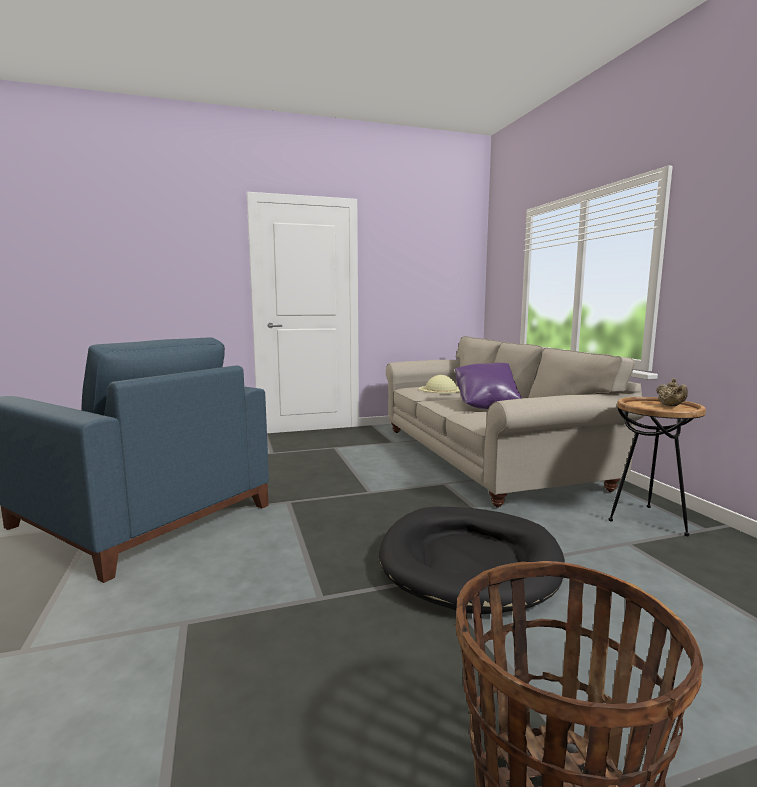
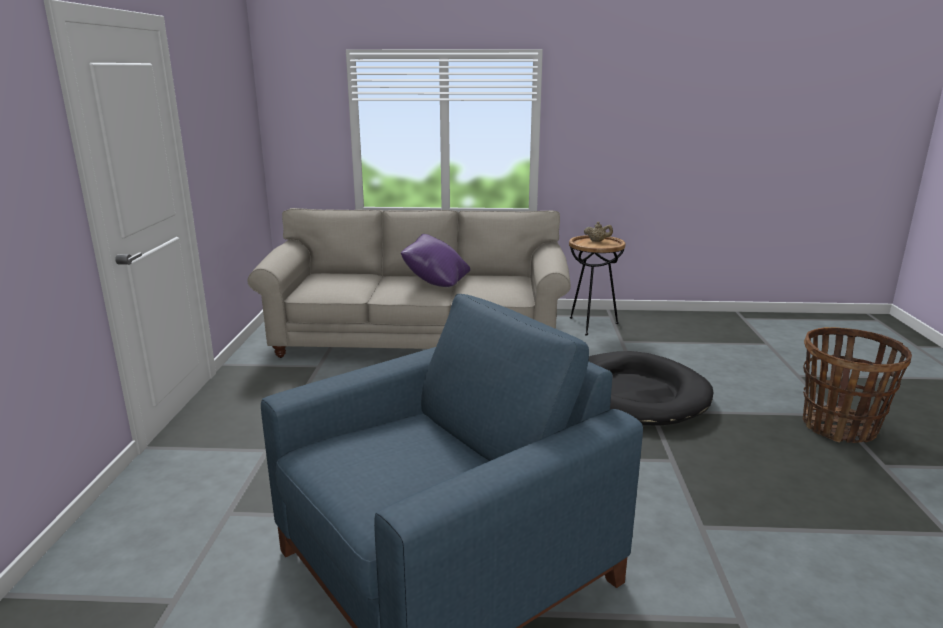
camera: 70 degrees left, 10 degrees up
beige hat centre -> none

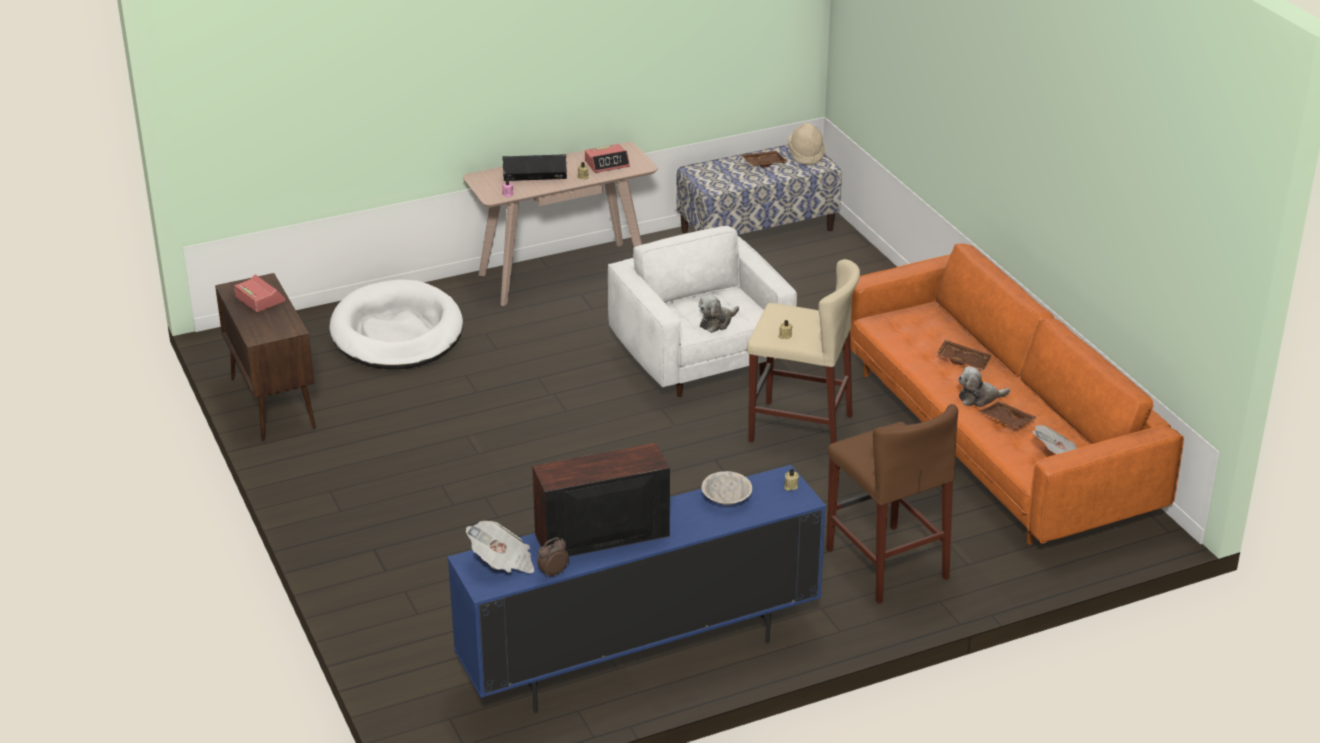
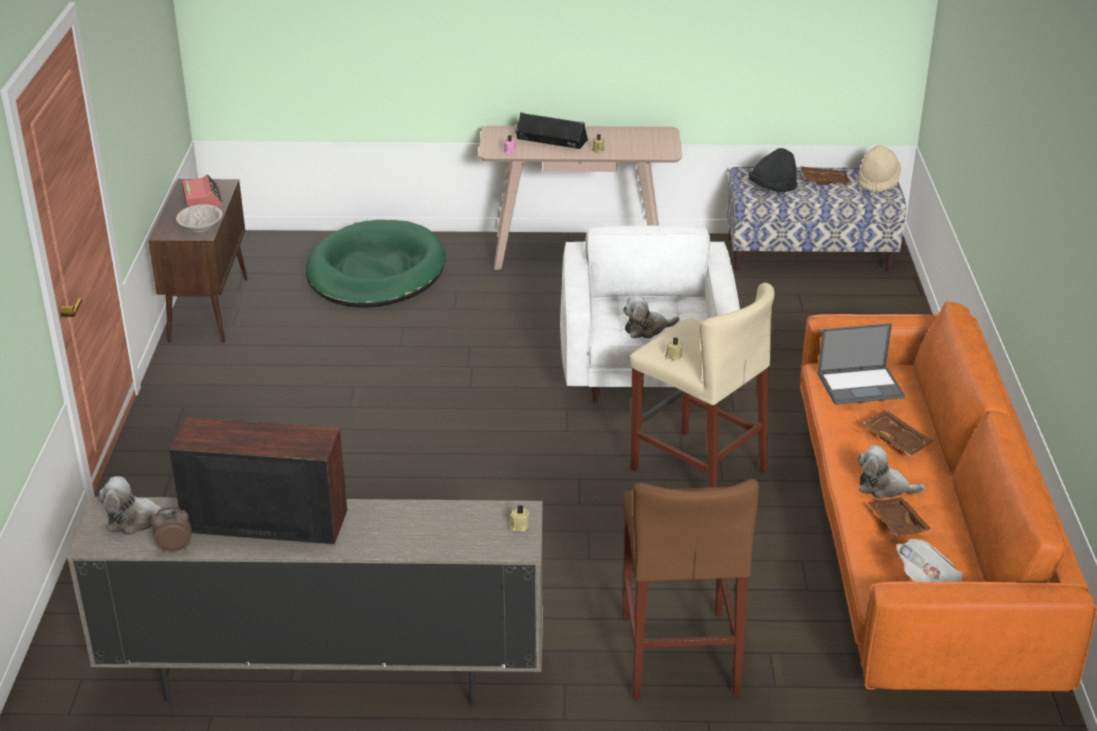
camera: 25 degrees right, 0 degrees up
white dog bed middle left -> green dog bed centre
blue tv stand bottom centre -> beige tv stand bottom left
newspaper (1st from left) bottom centre -> plush toy (1st from left) bottom left
alarm clock (3rd from left) top centre -> none
beige bowl centre -> beige bowl top left, moved
none -> black hat top right
none -> laptop middle right

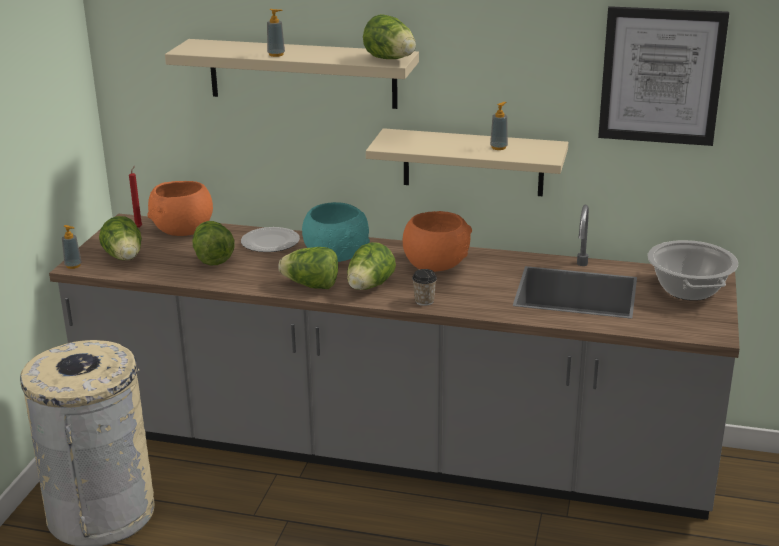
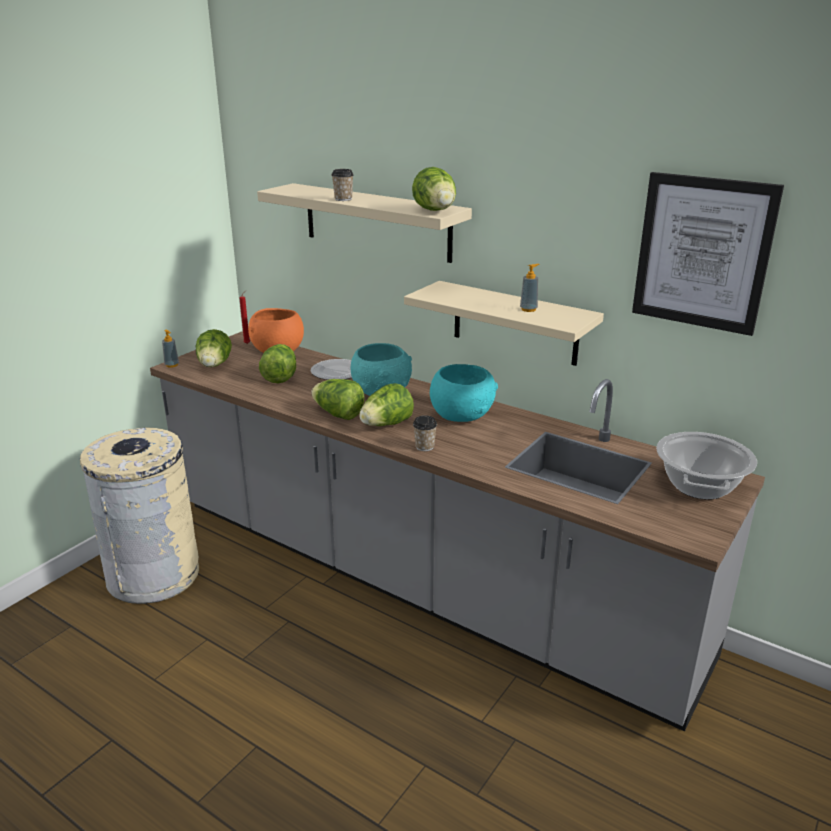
camera: 20 degrees right, 0 degrees up
soap dispenser (2nd from left) top centre -> cup (1st from left) top centre
orange bowl (2nd from left) centre -> turquoise bowl (2nd from left) centre

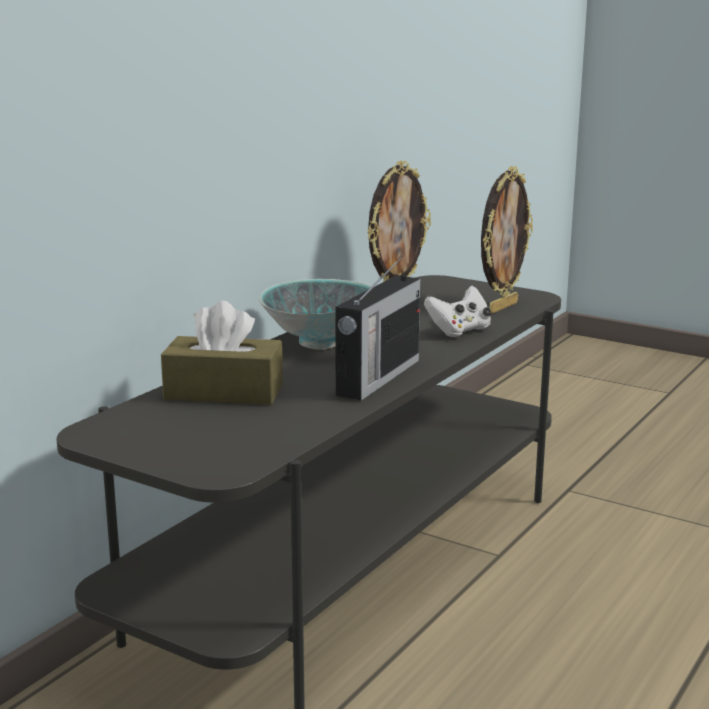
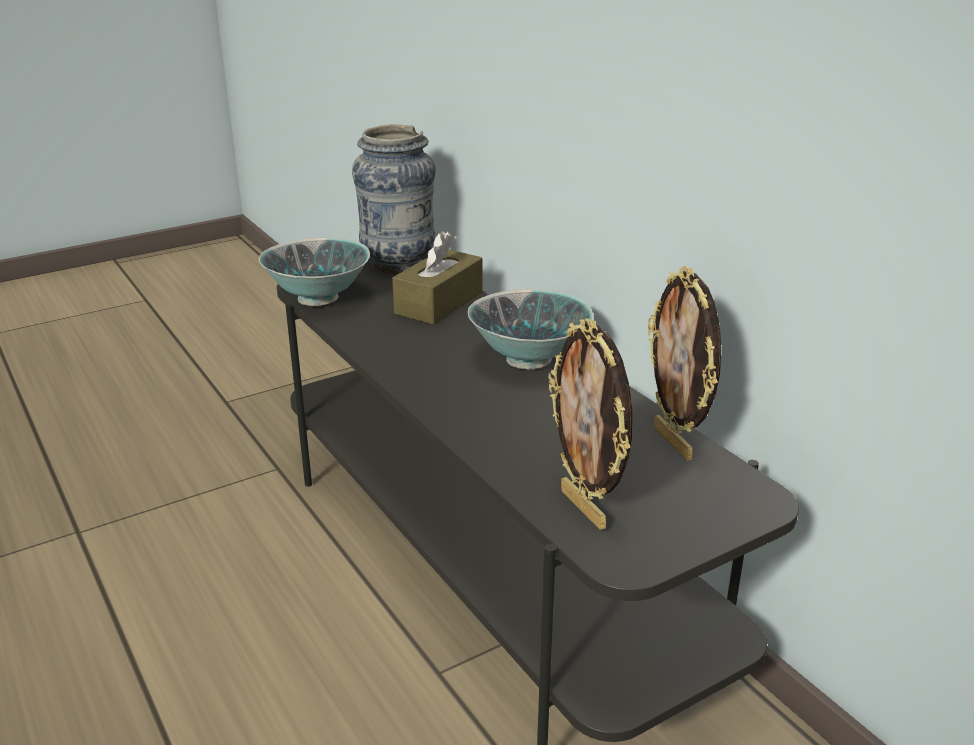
camera: 115 degrees right, 10 degrees up
radio centre -> none
white game controller centre -> none
none -> bowl (1st from left) middle left
none -> vase top centre

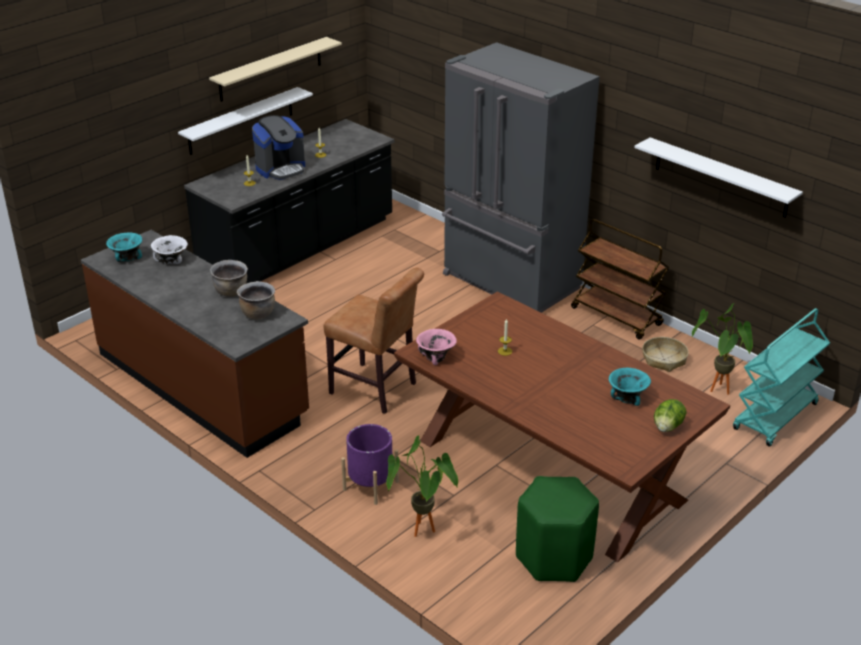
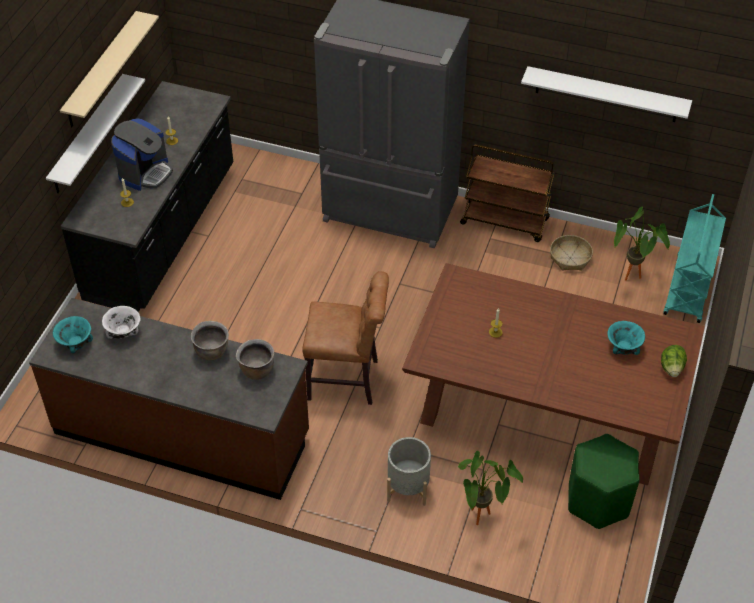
camera: 25 degrees left, 15 degrees up
purple planter bottom centre -> grey planter bottom centre
pink bowl centre -> none

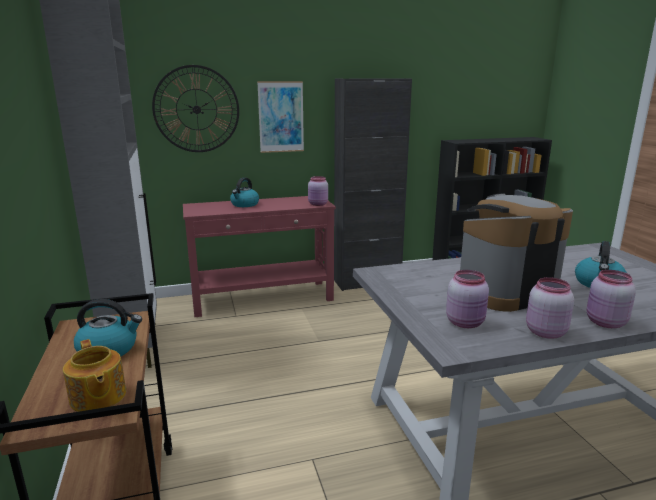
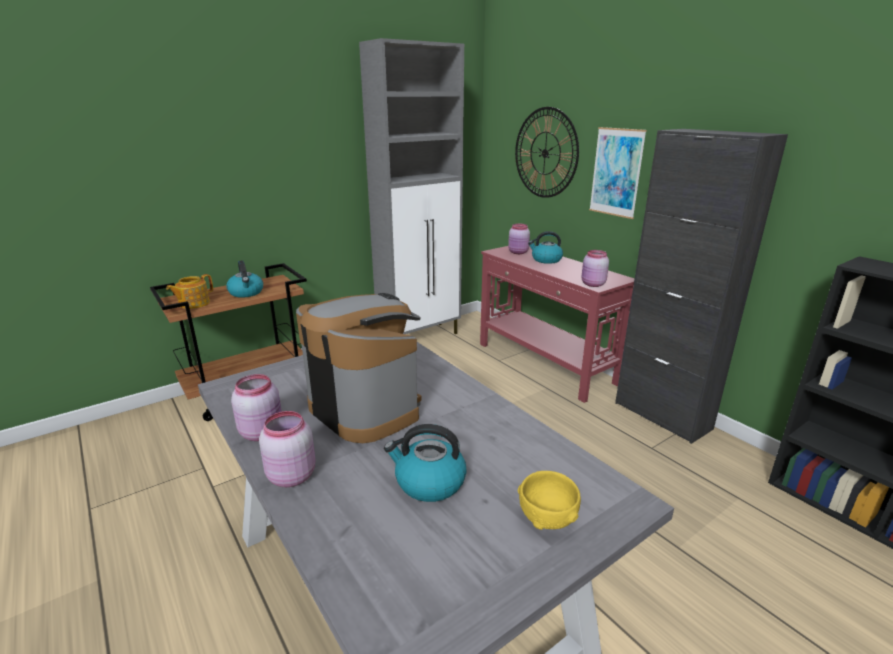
camera: 70 degrees right, 5 degrees up
pink jar (2nd from left in the first image) middle right -> pink jar (3rd from left) centre, moved
none -> yellow bowl bottom centre

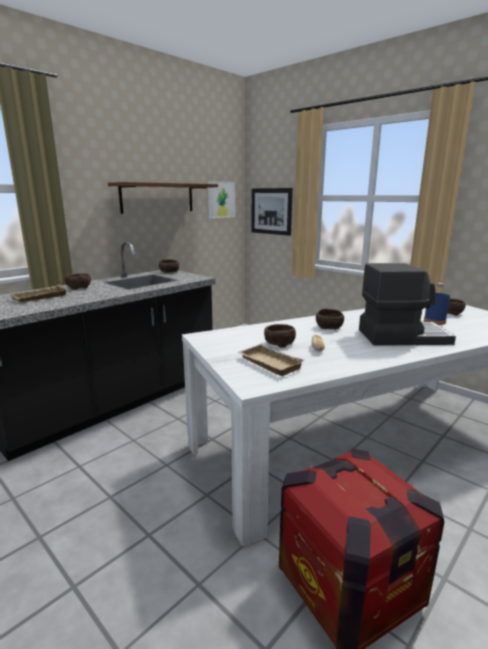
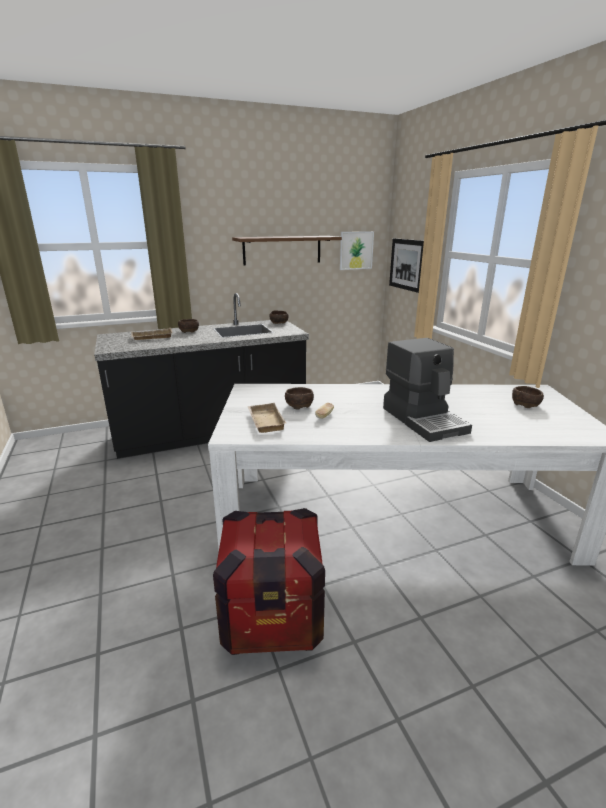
camera: 25 degrees right, 5 degrees up
brown bowl (4th from left) middle right -> none
coffee machine middle right, 45 degrees clockwise
blue bottle middle right -> none

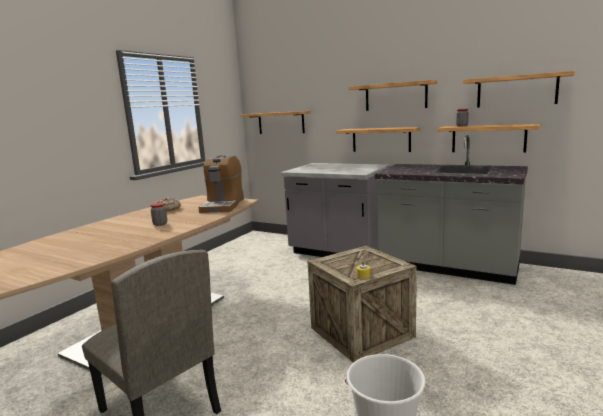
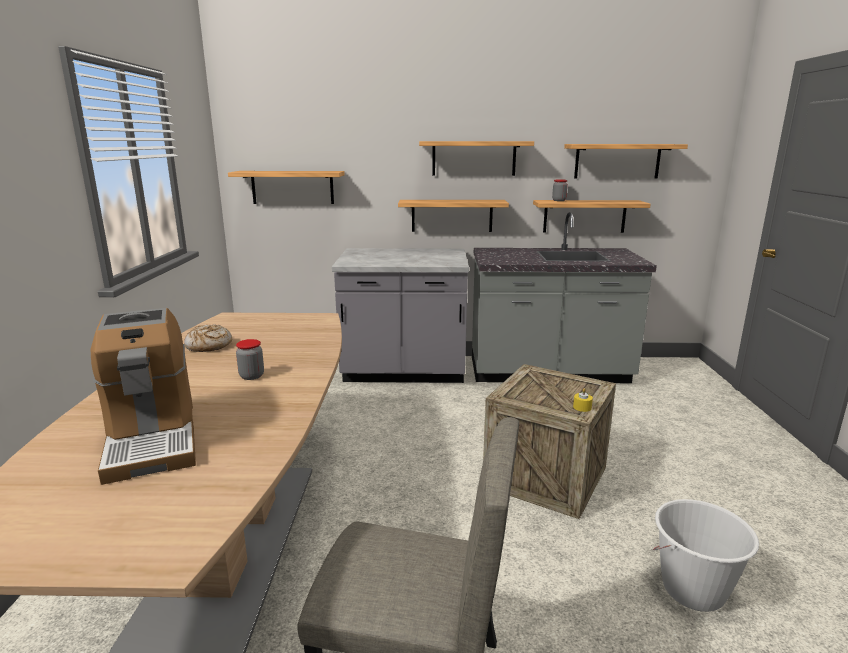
camera: 30 degrees left, 5 degrees up
coffee machine centre -> coffee machine middle left, moved

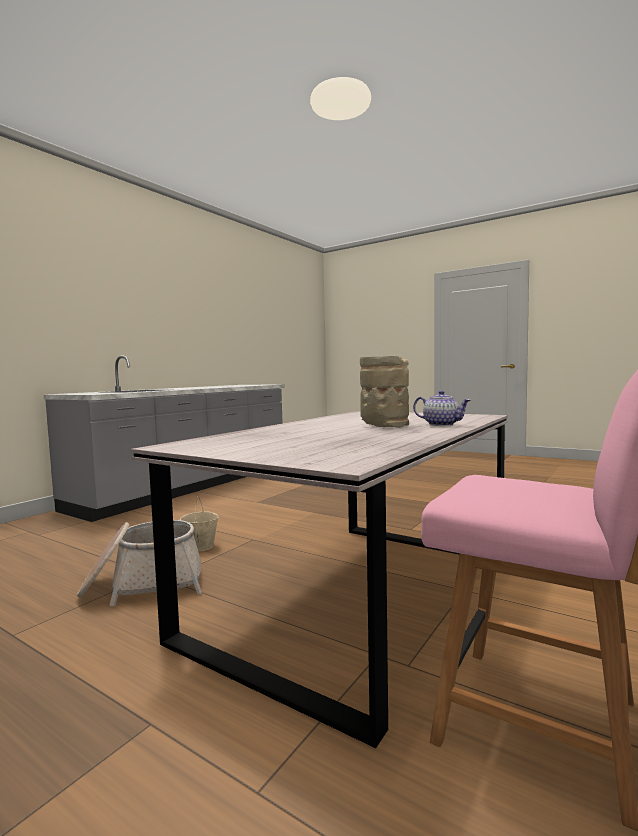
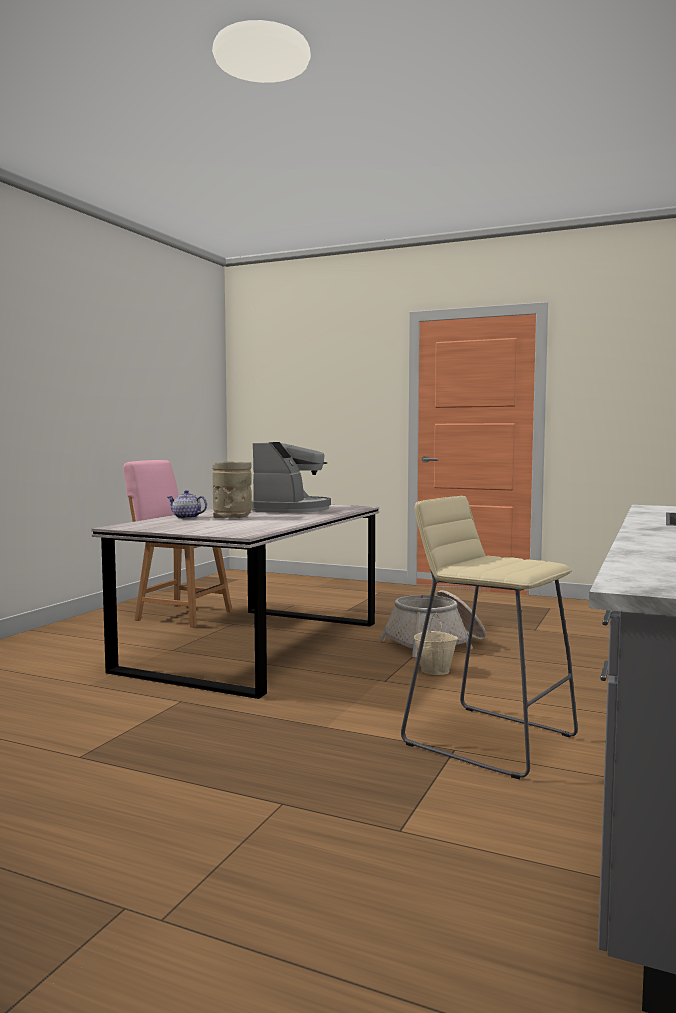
camera: 170 degrees right, 0 degrees up
none -> coffee machine centre
none -> beige stool middle right

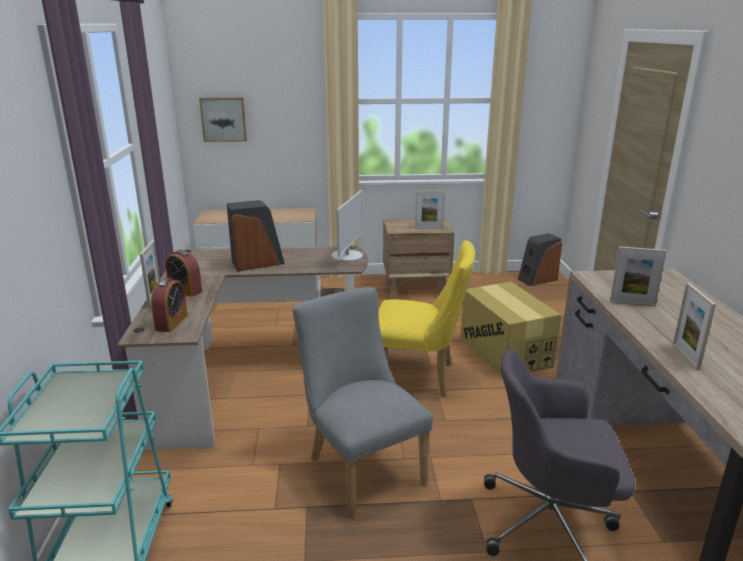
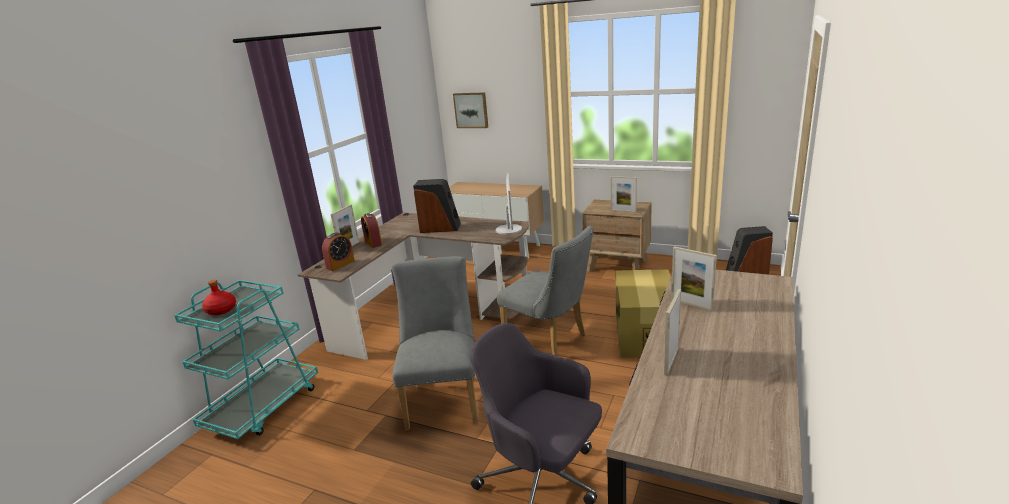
camera: 30 degrees right, 0 degrees up
monitor centre, 45 degrees counterclockwise
yellow chair centre -> grey chair (2nd from left) centre
none -> red bottle middle left

